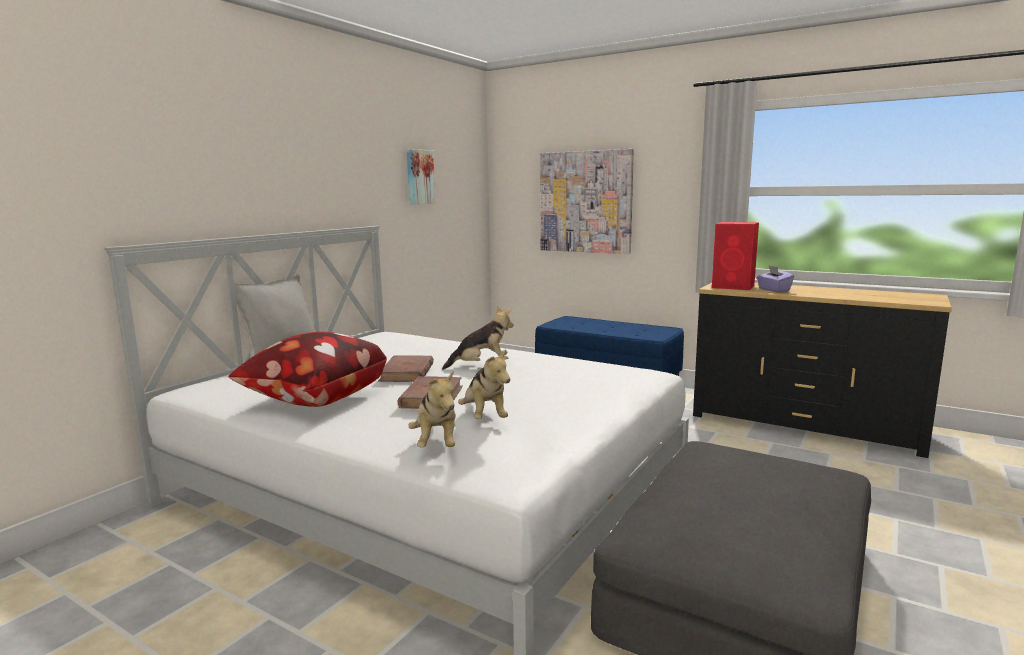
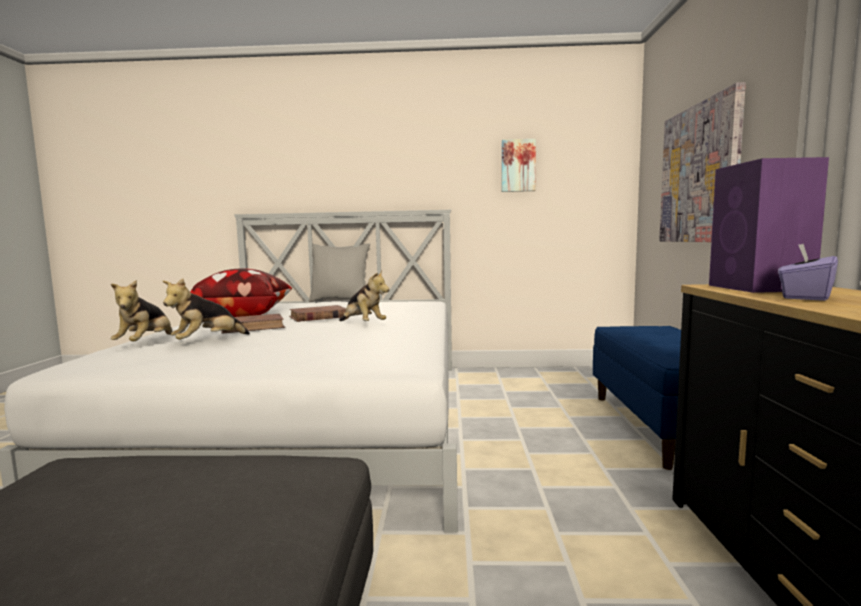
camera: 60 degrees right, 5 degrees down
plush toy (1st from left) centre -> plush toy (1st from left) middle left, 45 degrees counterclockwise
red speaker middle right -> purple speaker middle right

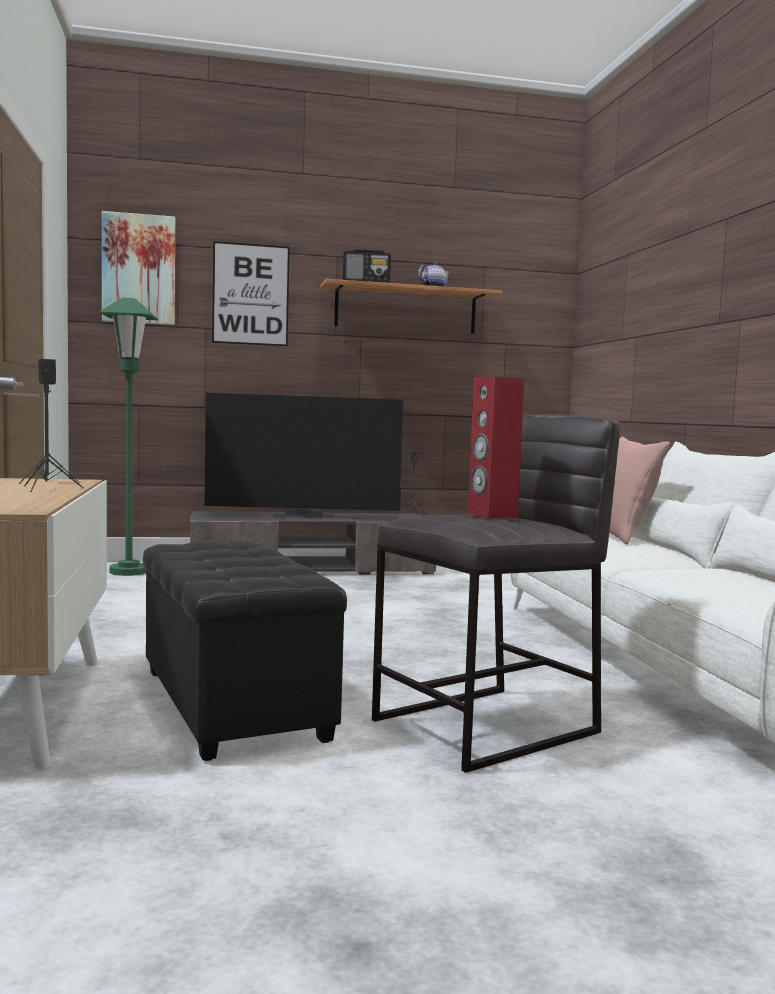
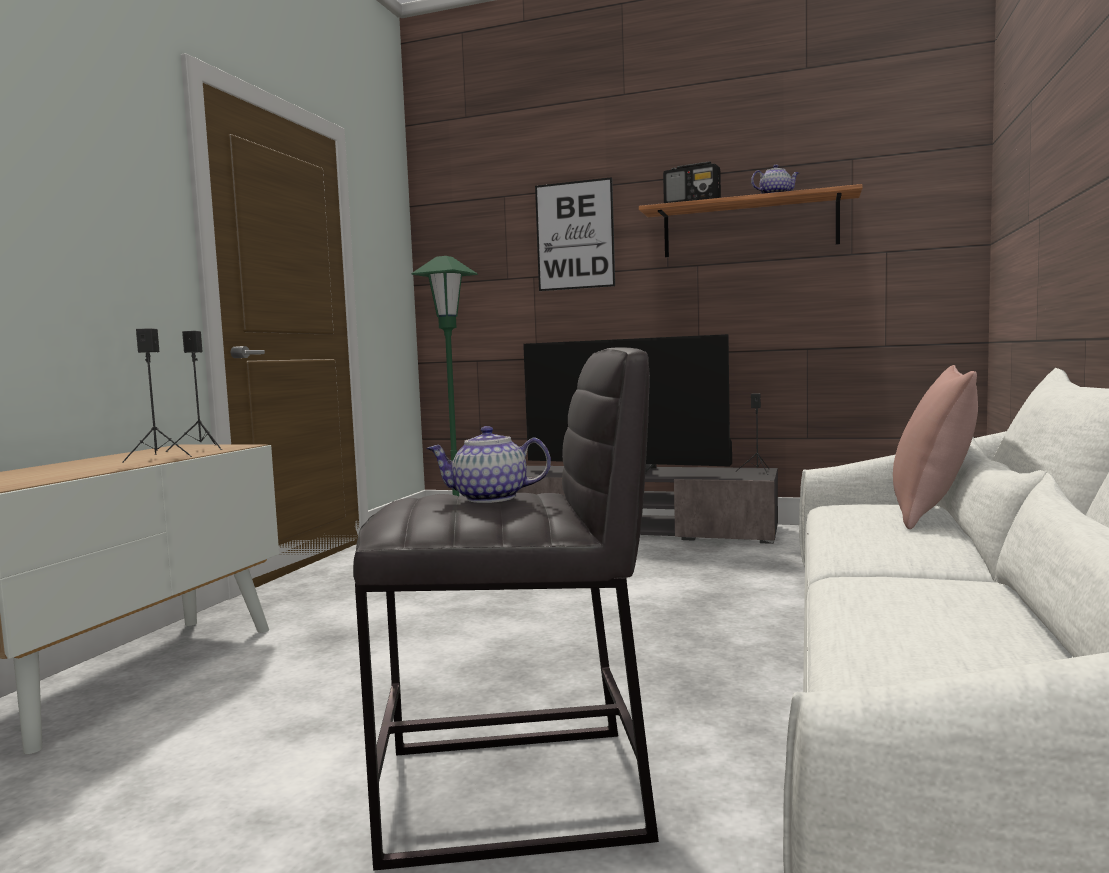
camera: 30 degrees right, 0 degrees up
picture (1st from left) top left -> none
black ottoman middle left -> none
red speaker centre -> teapot (1st from left) centre

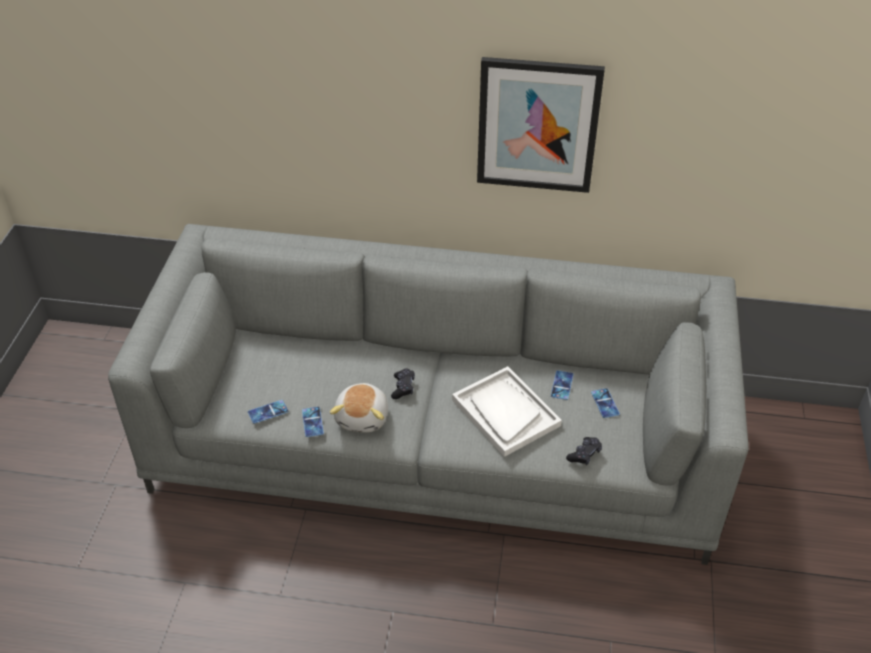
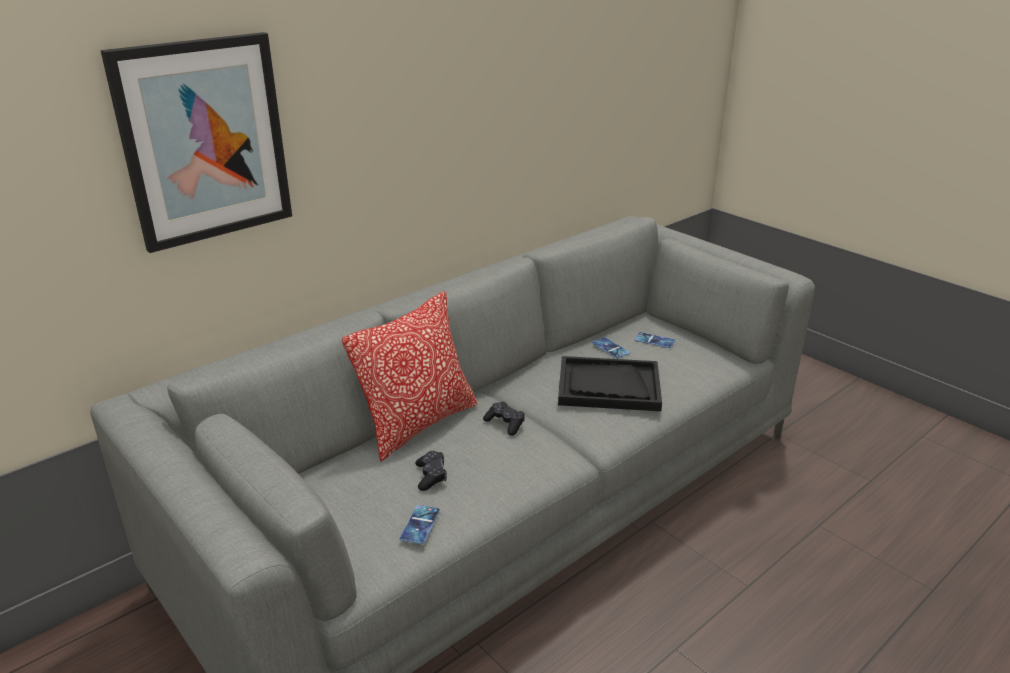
camera: 50 degrees left, 15 degrees down
phone (2nd from left) centre -> none
plush toy centre -> none
white tray centre -> black tray centre
picture top centre -> picture top left, moved
black game controller (2nd from left in the first image) bottom right -> black game controller (1st from left) bottom centre, moved
none -> pillow centre

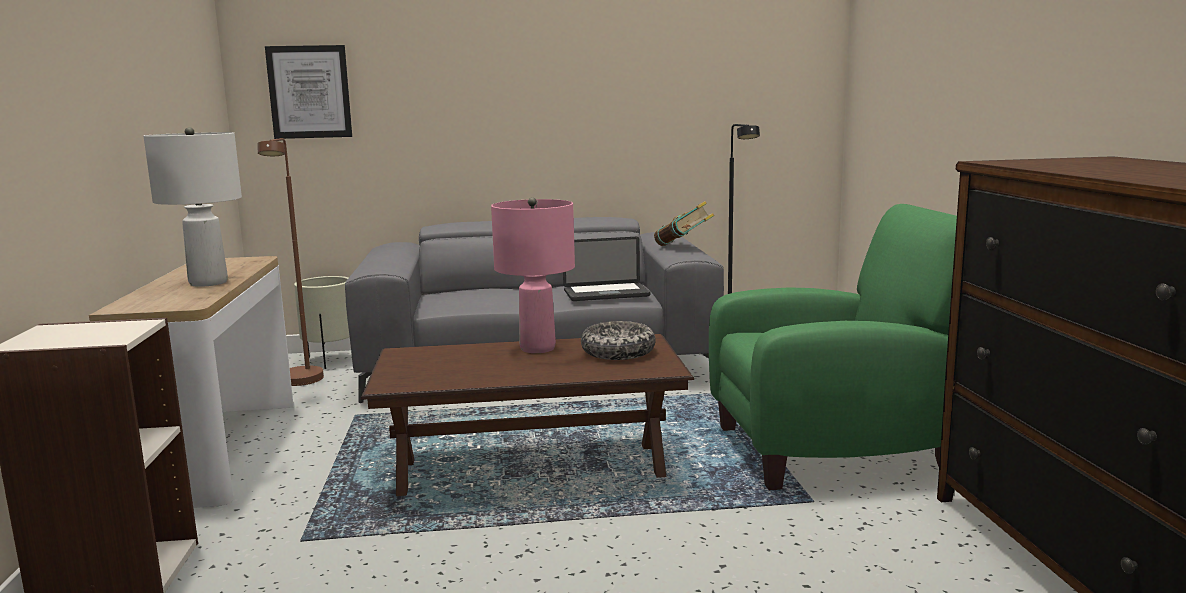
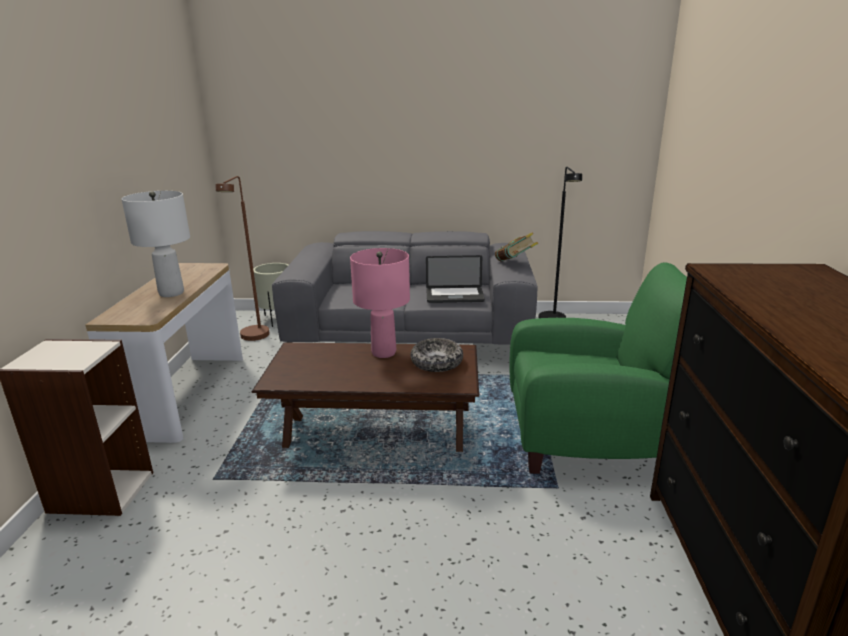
camera: 10 degrees right, 10 degrees up
picture top left -> none

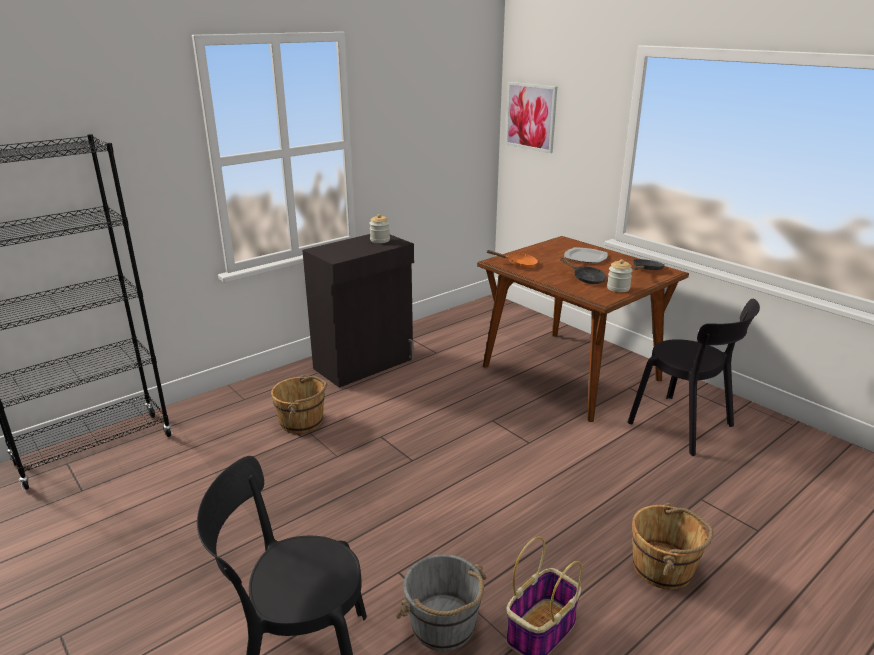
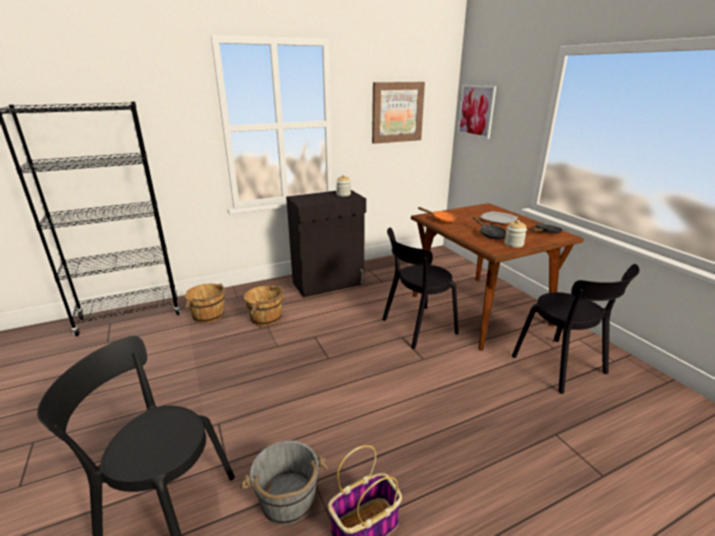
camera: 15 degrees right, 0 degrees up
brown bucket (2nd from left in the first image) bottom right -> brown bucket (1st from left) middle left, moved
none -> picture (1st from left) top centre
none -> black chair (2nd from left) centre

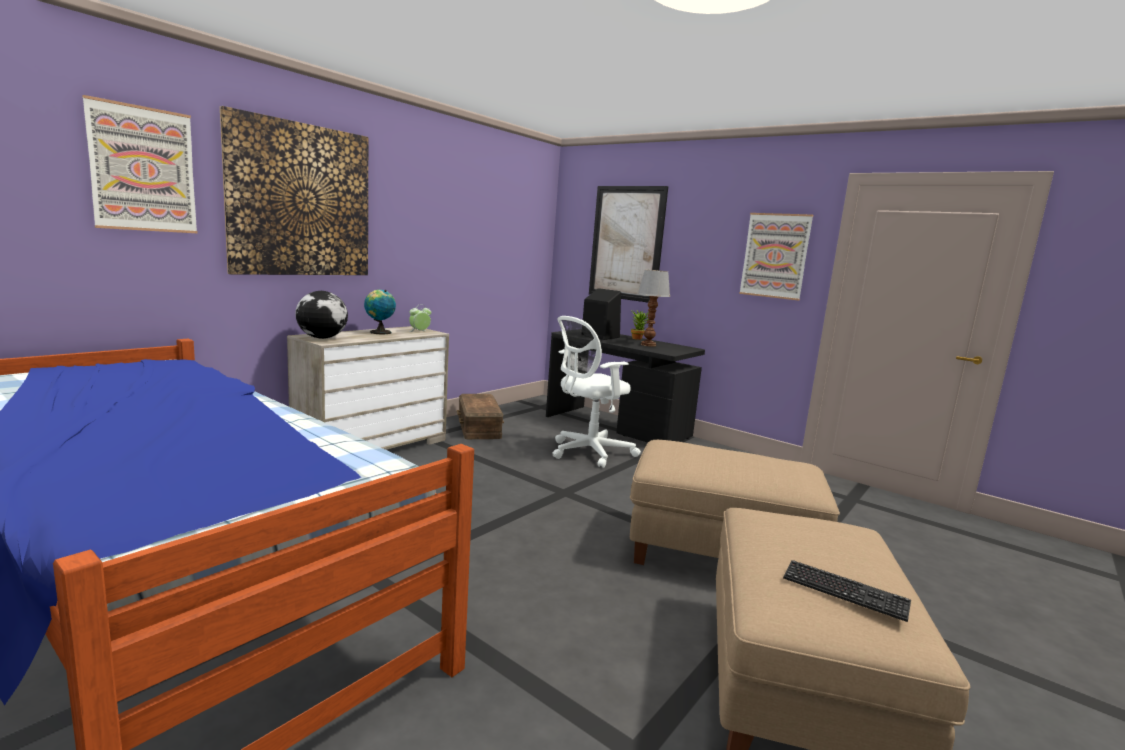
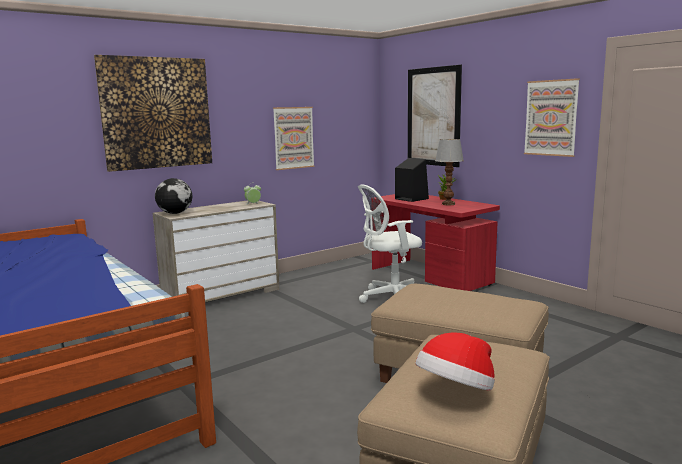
camera: 15 degrees right, 0 degrees up
picture (1st from left in the first image) top left -> picture (2nd from left) top centre, moved
globe (2nd from left) centre -> none
brown storage box centre -> none
black desk centre -> red desk centre
keyboard bottom right -> hat bottom right

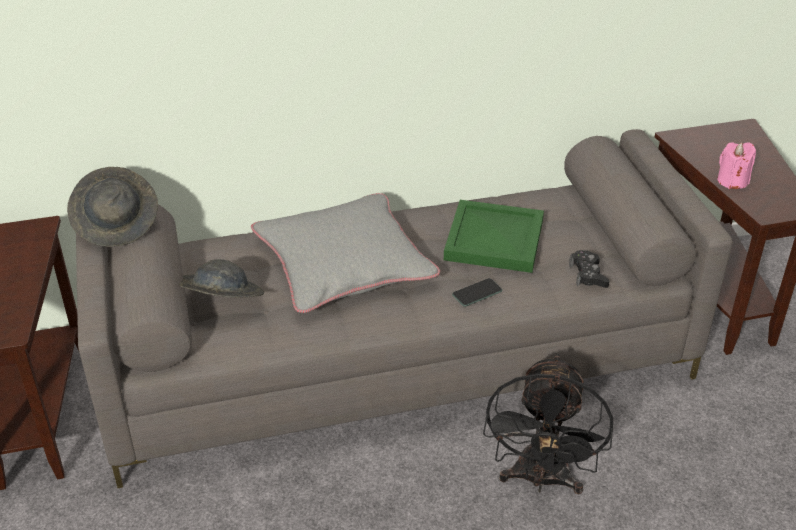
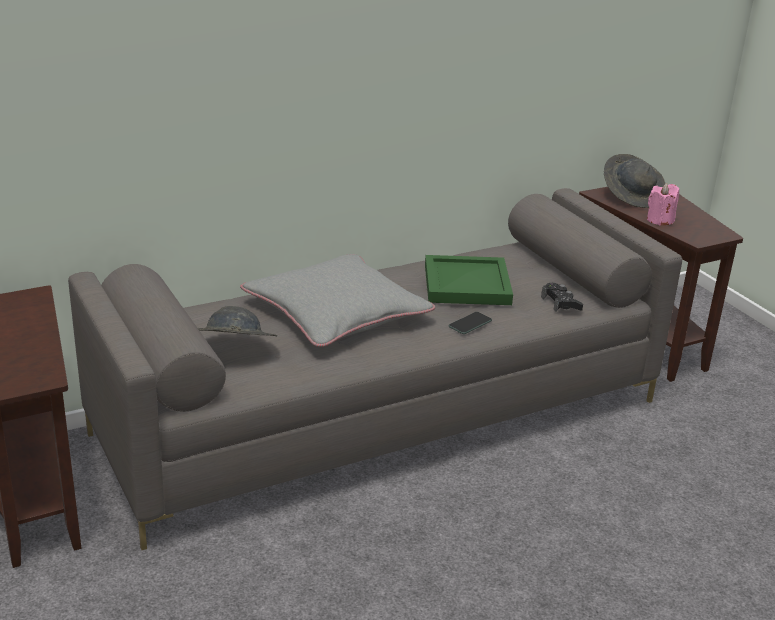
camera: 15 degrees left, 10 degrees down
grey hat (1st from left in the first image) middle left -> grey hat (2nd from left) top right, moved
black fan bottom right -> none

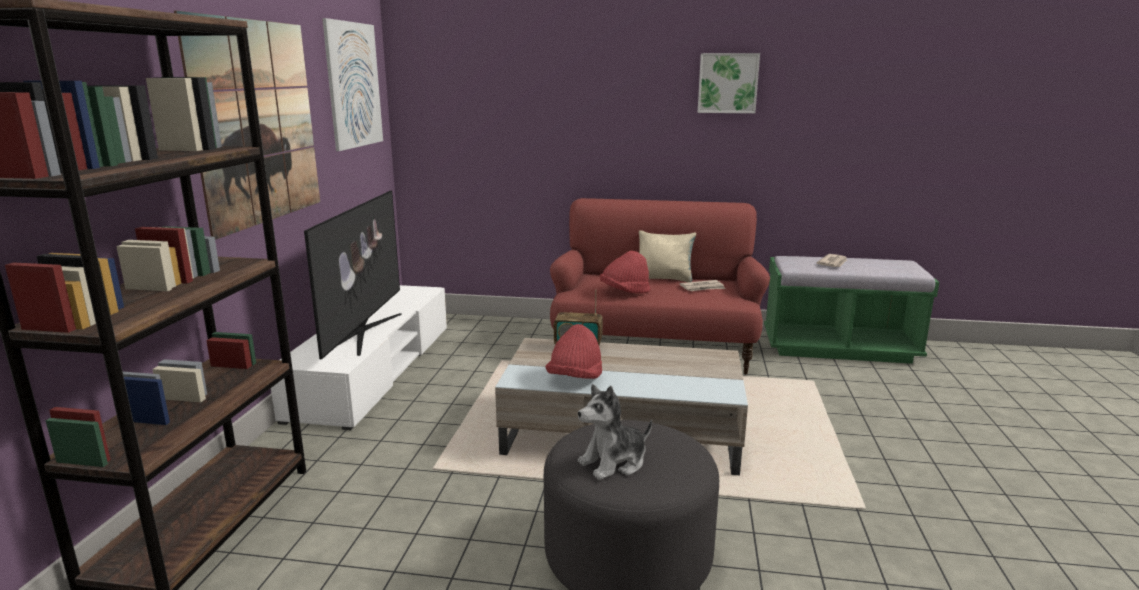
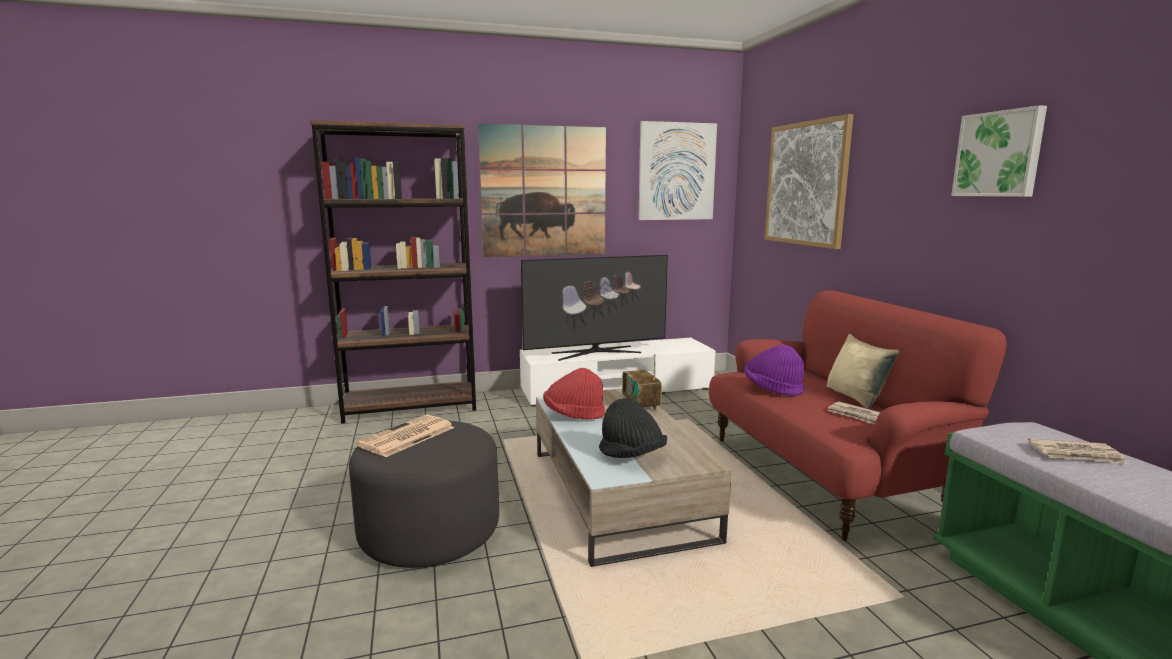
camera: 65 degrees right, 5 degrees down
plush toy bottom centre -> newspaper (1st from left) centre
red hat (2nd from left) centre -> purple hat centre
none -> black hat centre
none -> picture (3rd from left) top right

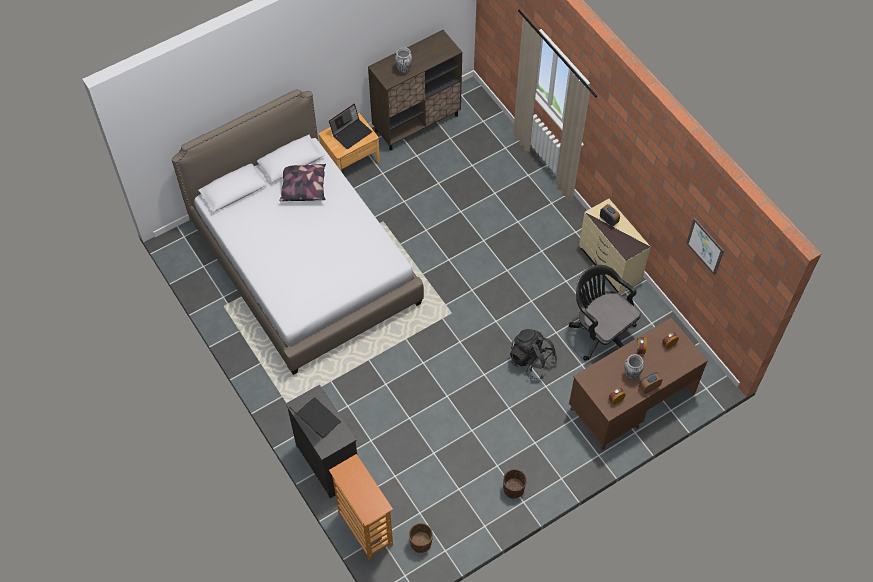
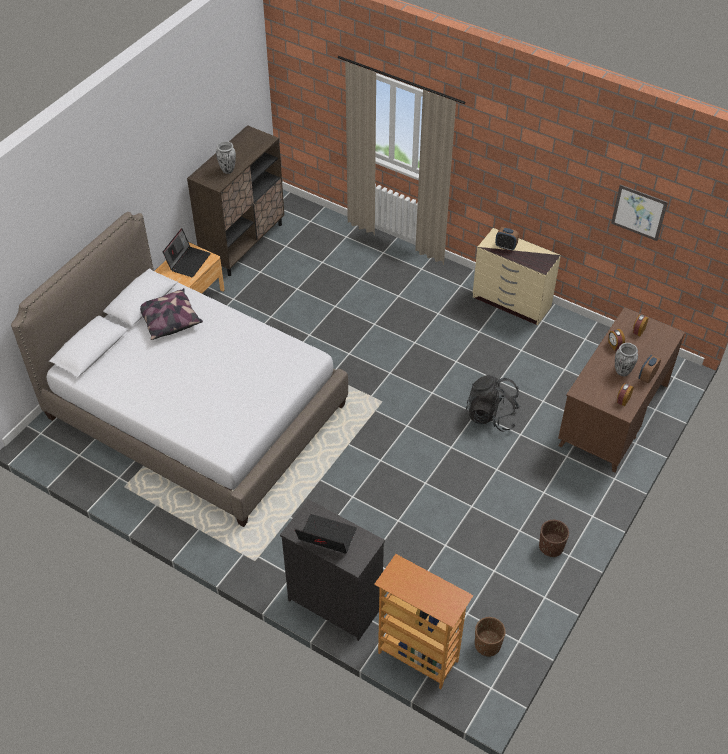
camera: 25 degrees left, 10 degrees down
black office chair middle right -> none

